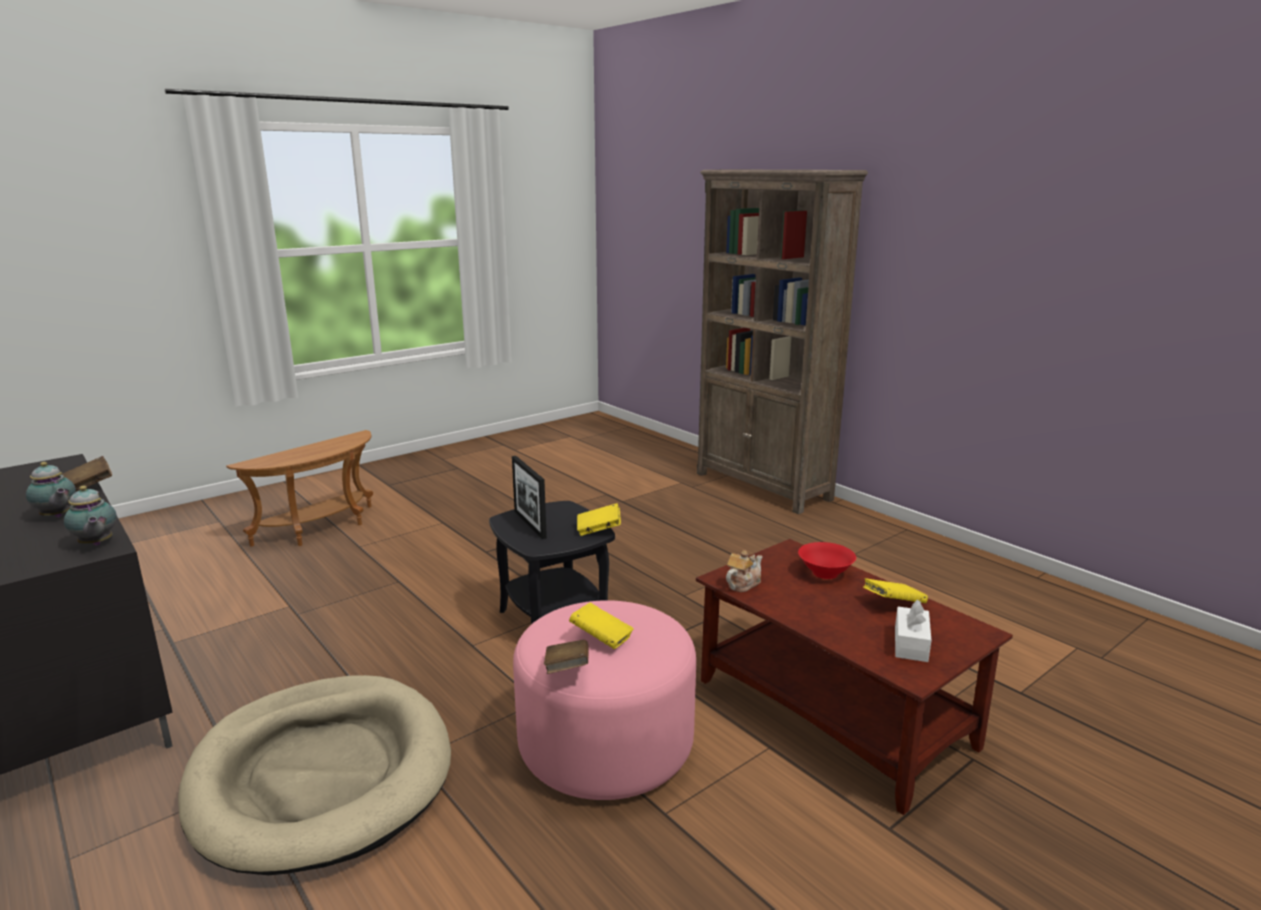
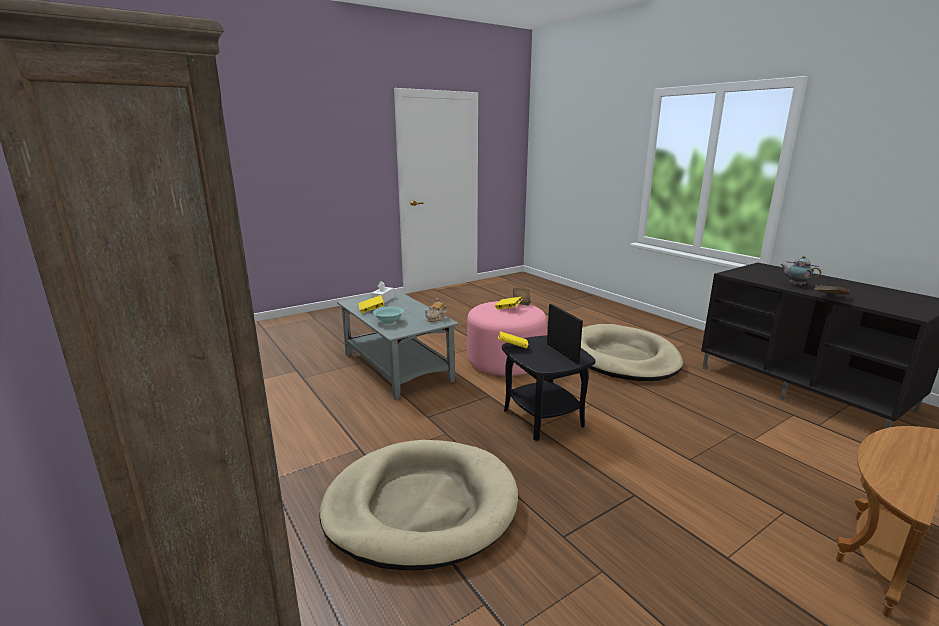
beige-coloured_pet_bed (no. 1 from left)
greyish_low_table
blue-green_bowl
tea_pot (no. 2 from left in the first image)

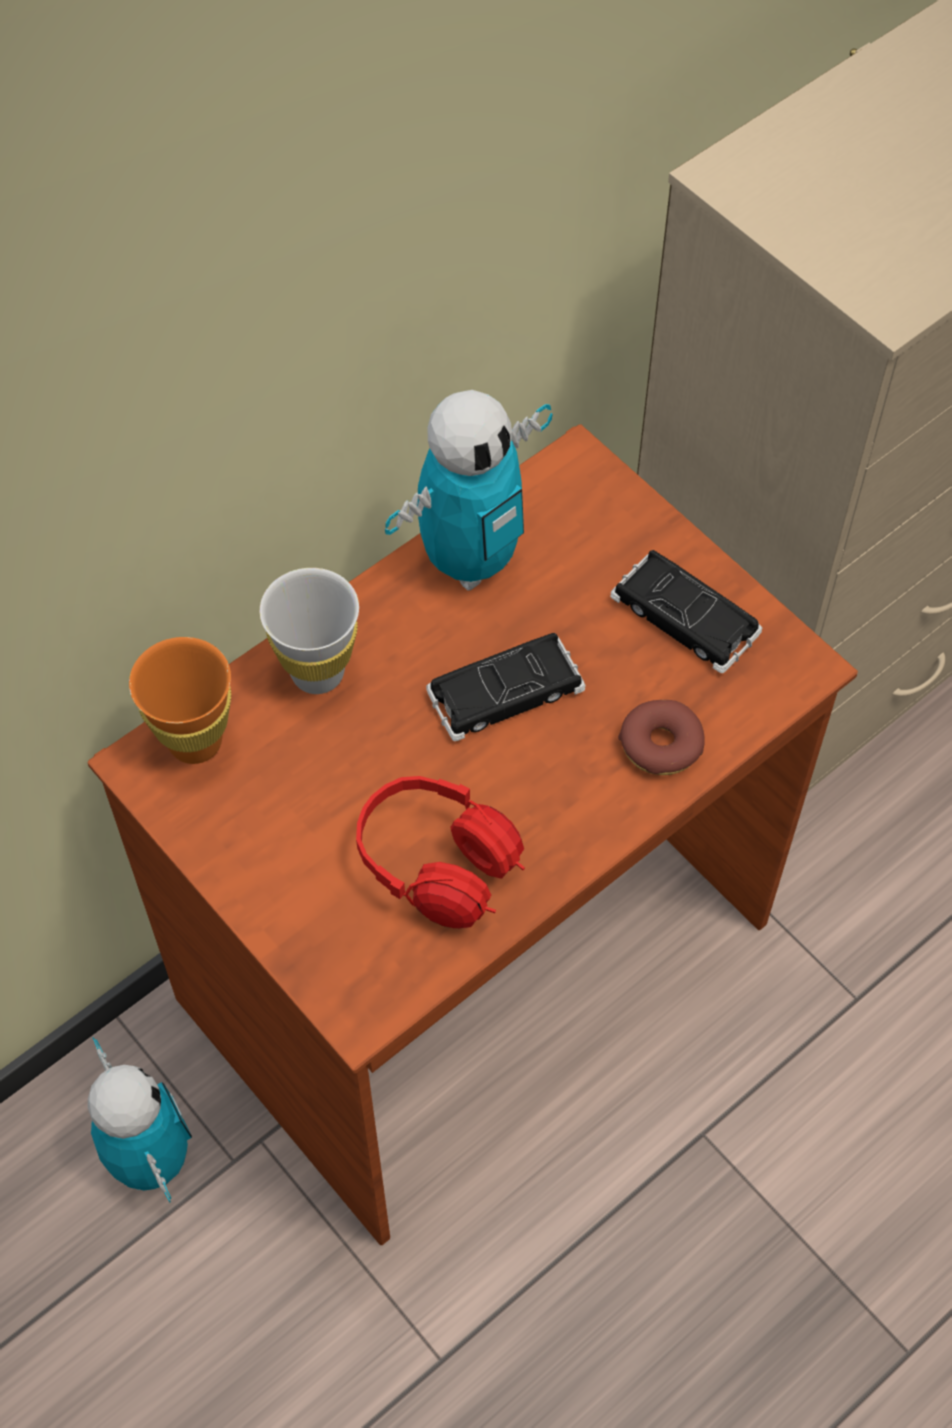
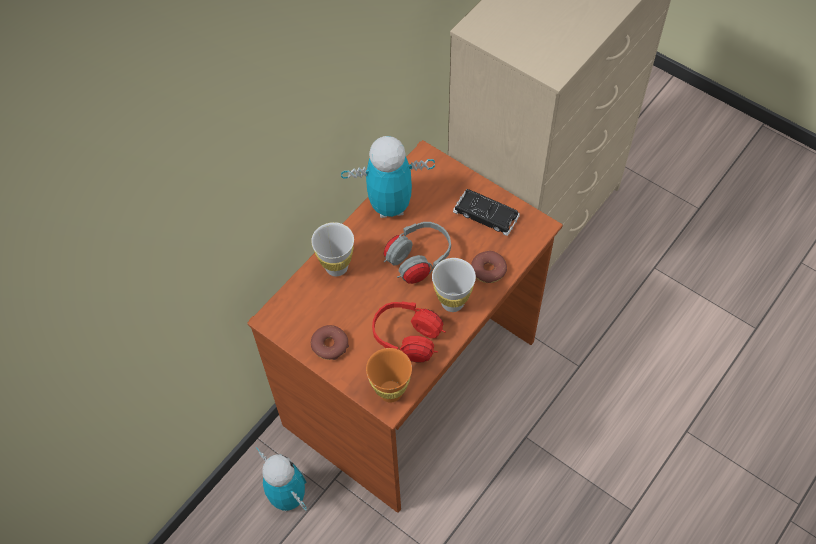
donut (no. 1 from left)
toy_robot (no. 2 from left)
orangey_small_cup
greyish_pair_of_headphones
white_small_cup (no. 2 from left)

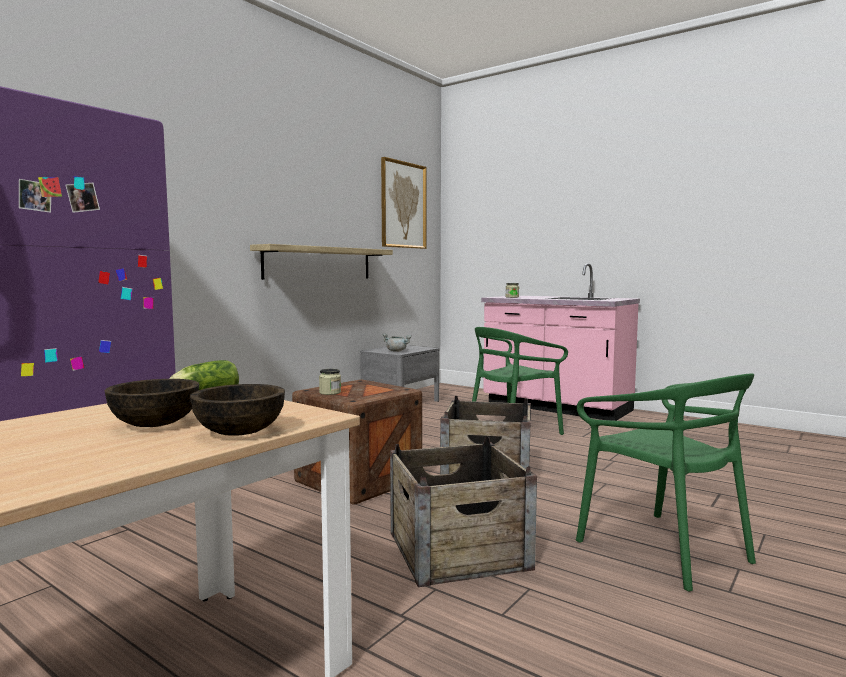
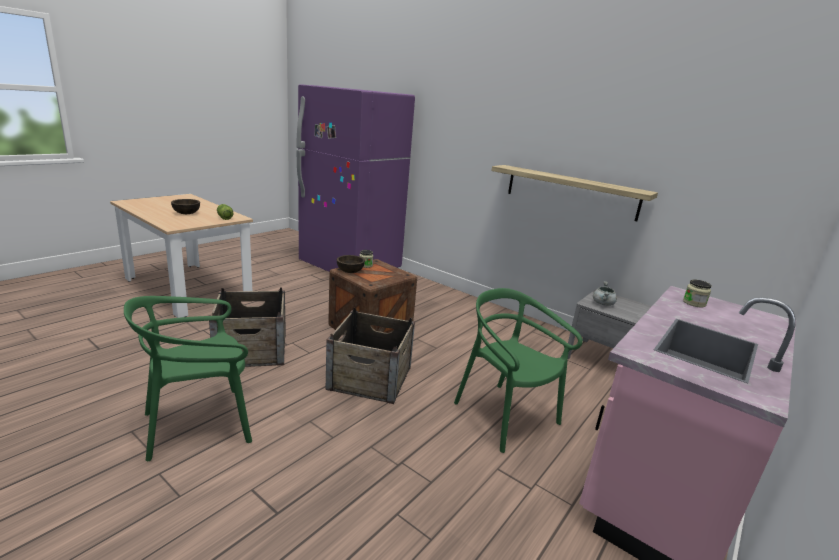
brown_bowl (no. 2 from left)
wall_art

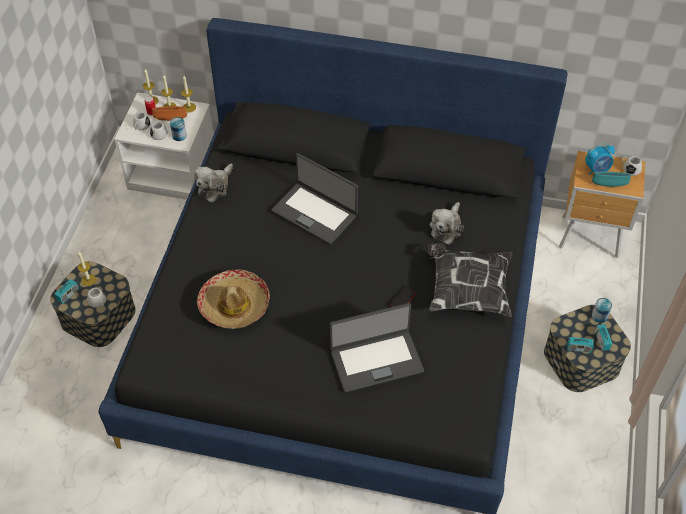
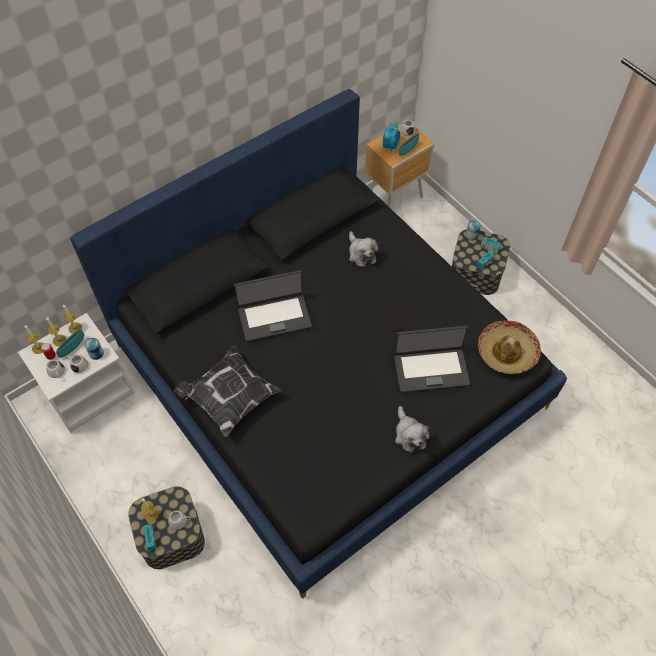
blue-green_bowl (no. 1 from left)
throw_pillow
portable_computer (no. 2 from left)
cuddly_toy (no. 2 from left)
hat

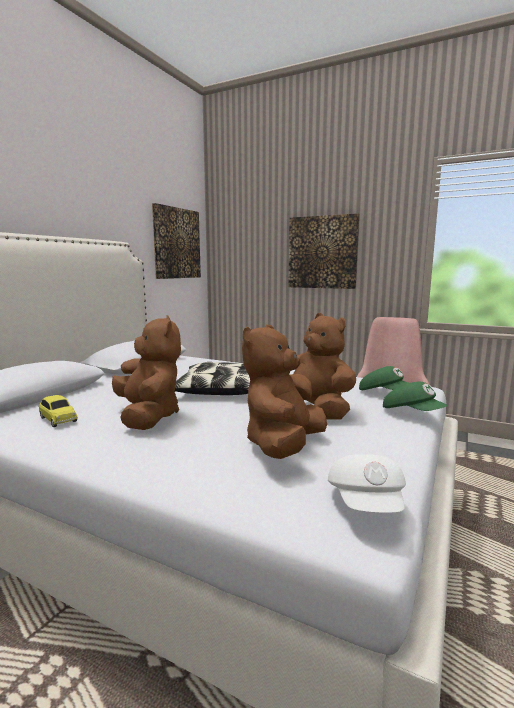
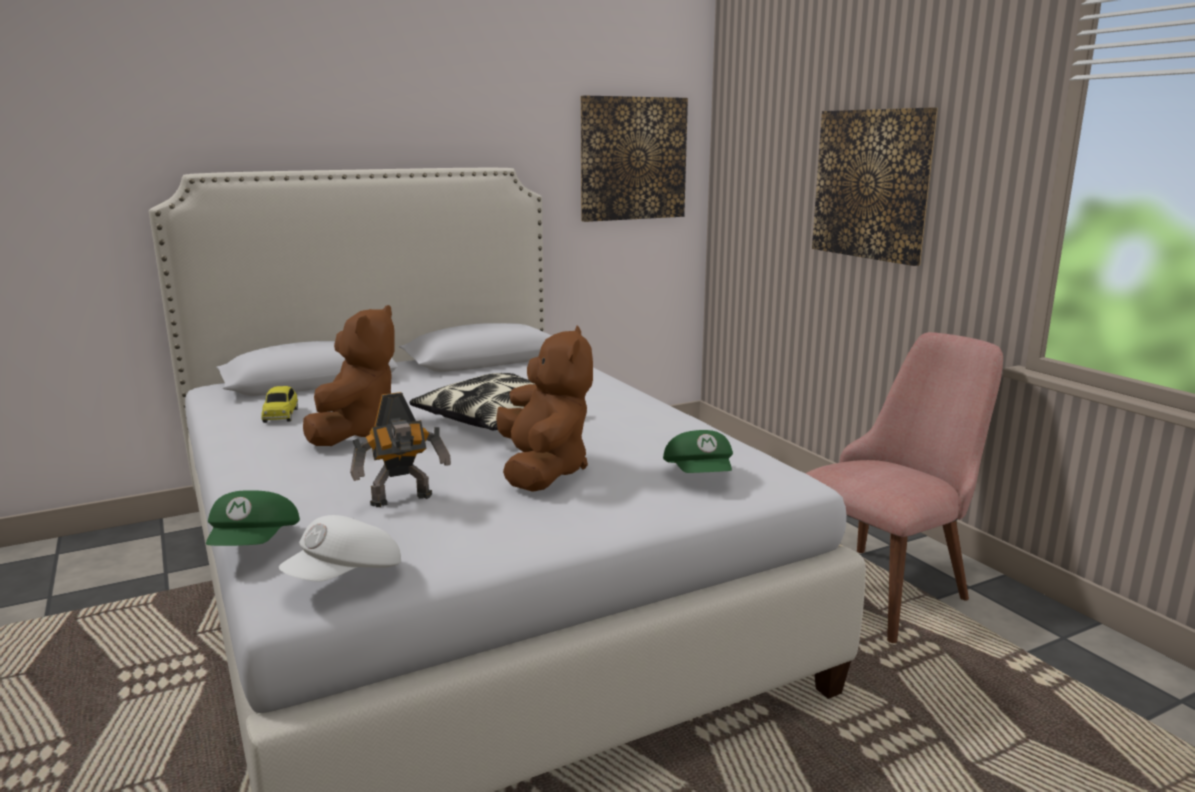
green-coloured_cap (no. 1 from left)
toy_robot

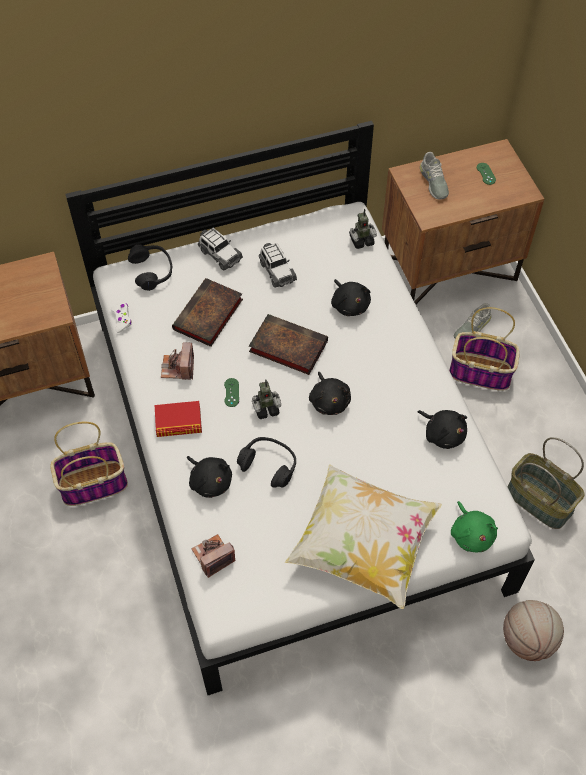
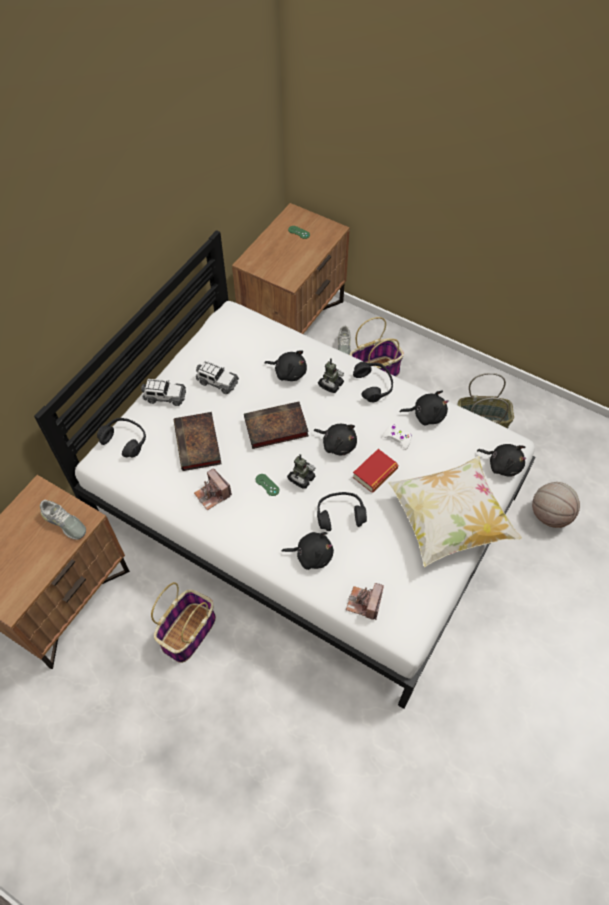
greyish_shoe (no. 1 from left)
toy_robot (no. 2 from left)
blackish_pair_of_headphones (no. 3 from left)
bound_book (no. 3 from left)
white_gamepad
blackish_cuddly_toy (no. 5 from left)

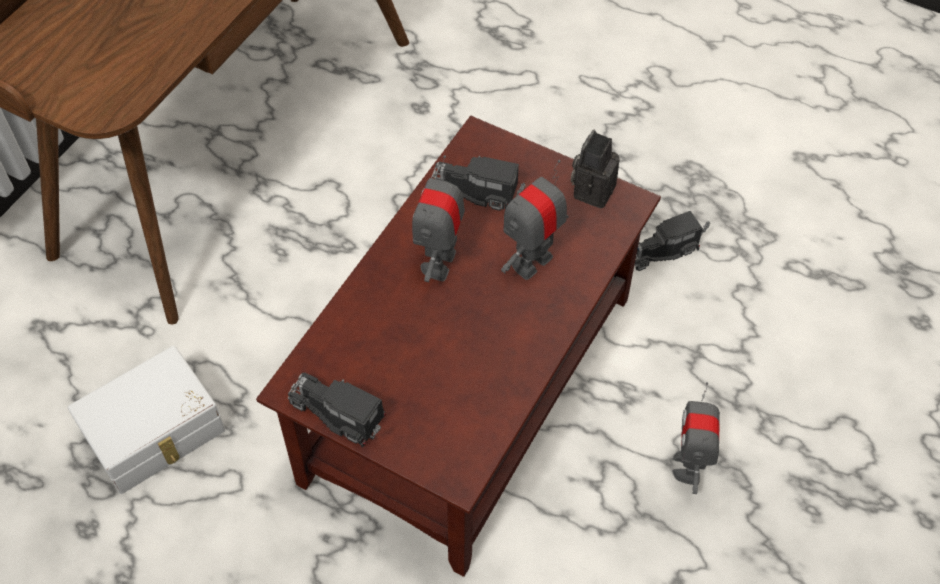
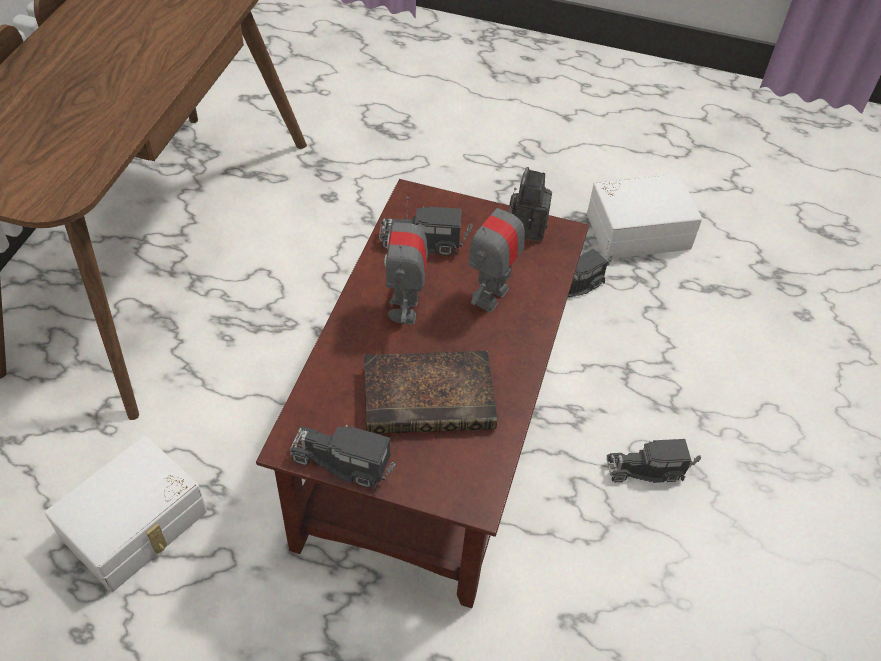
bound_book
white_storage_container (no. 2 from left)
toy_truck (no. 4 from left)

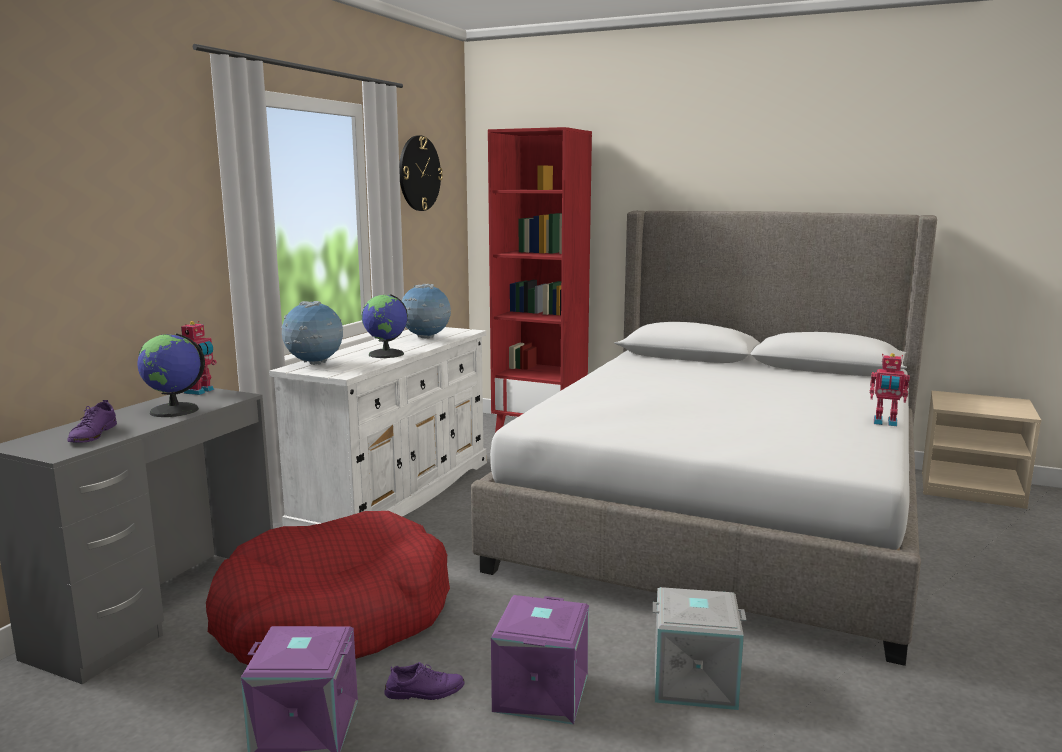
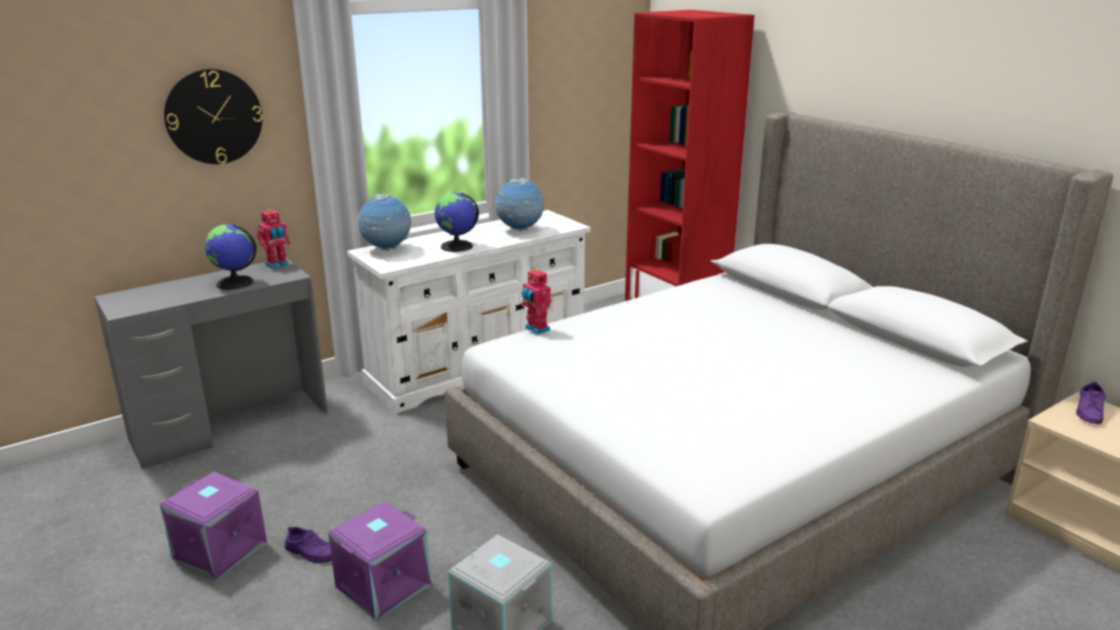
clock_on_the_wall
toy_robot (no. 2 from left)
purple_shoe (no. 2 from left)
red-coloured_pet_bed

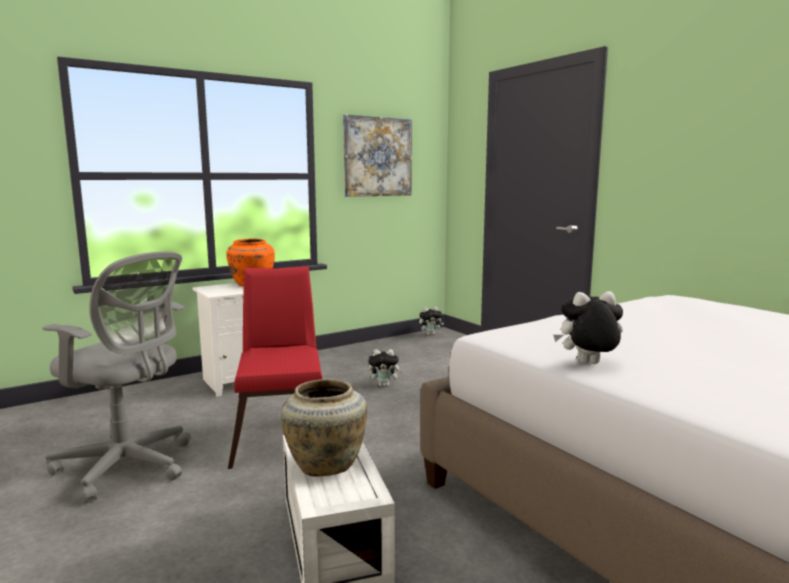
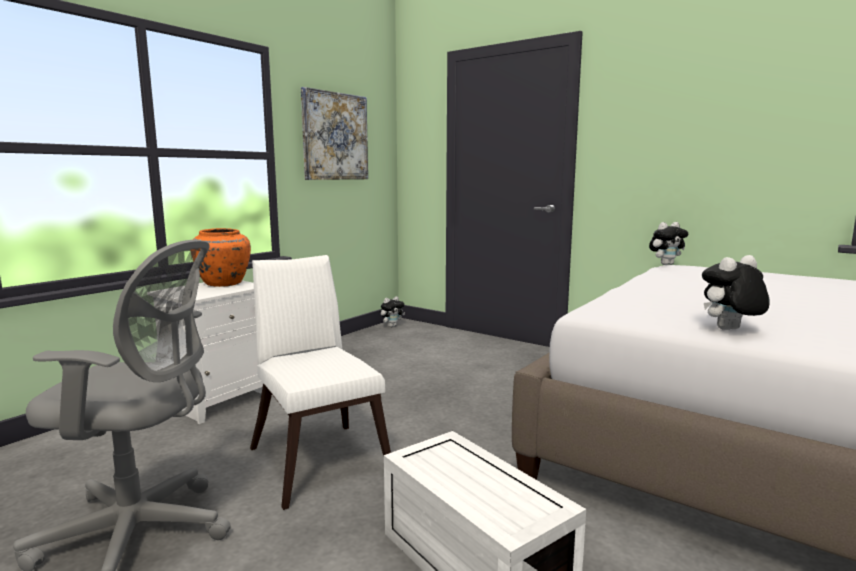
white_plain_chair
cuddly_toy (no. 2 from left)
beige-coloured_flower_vase

